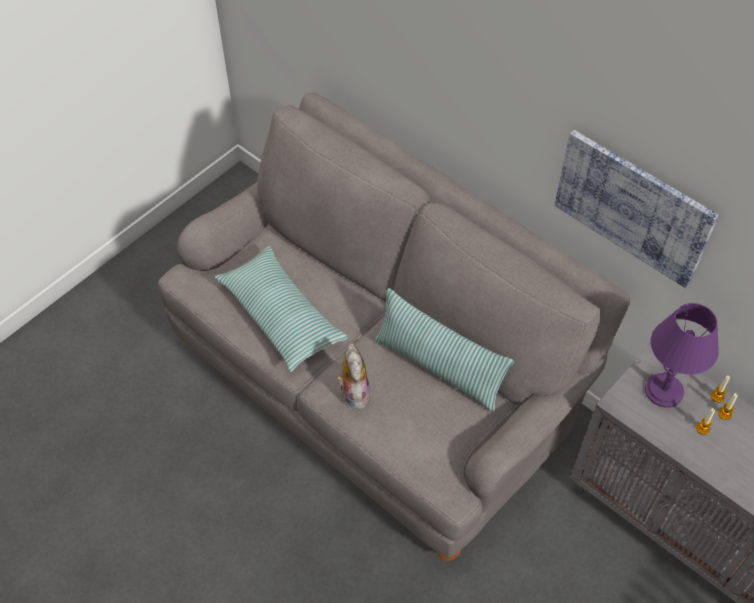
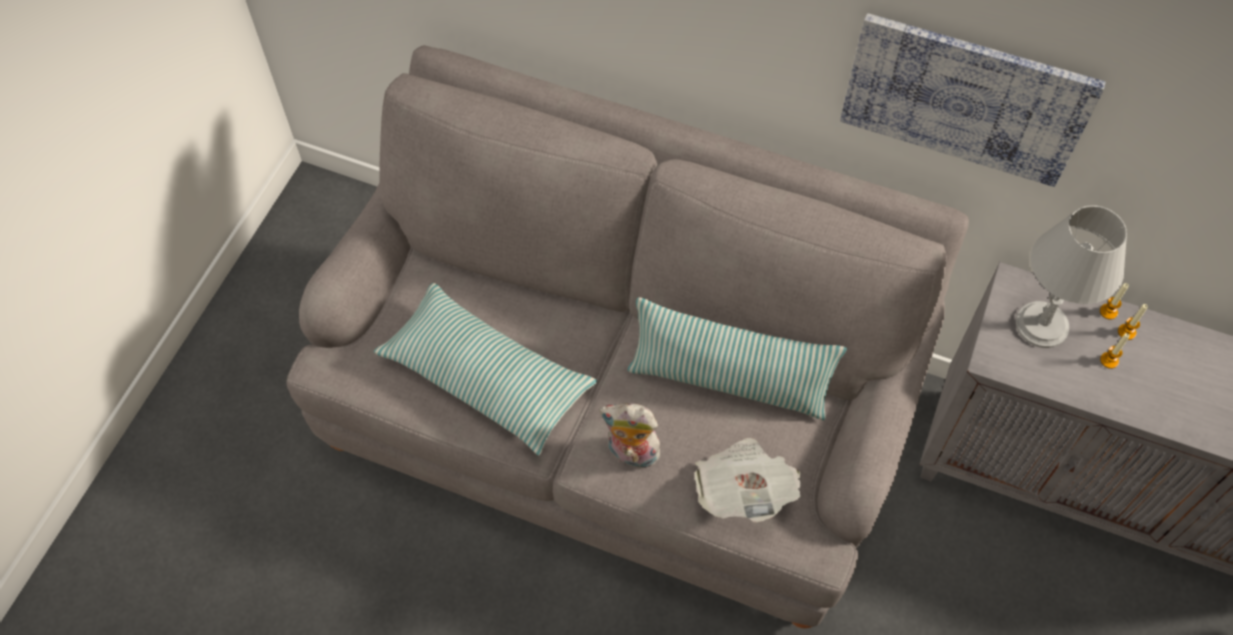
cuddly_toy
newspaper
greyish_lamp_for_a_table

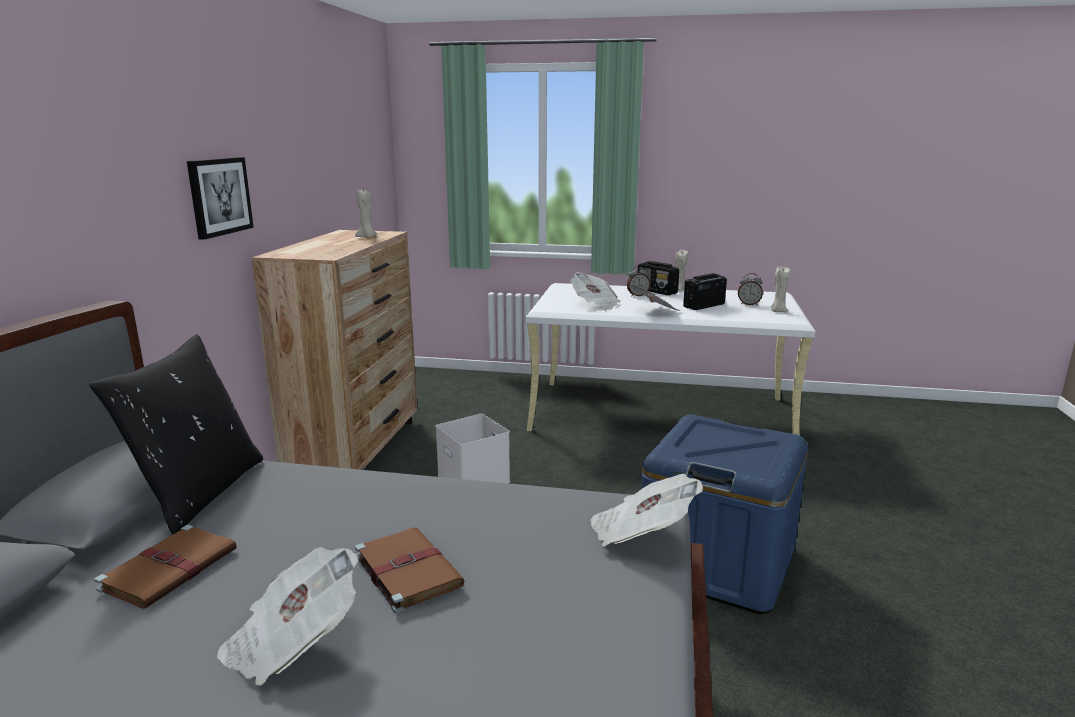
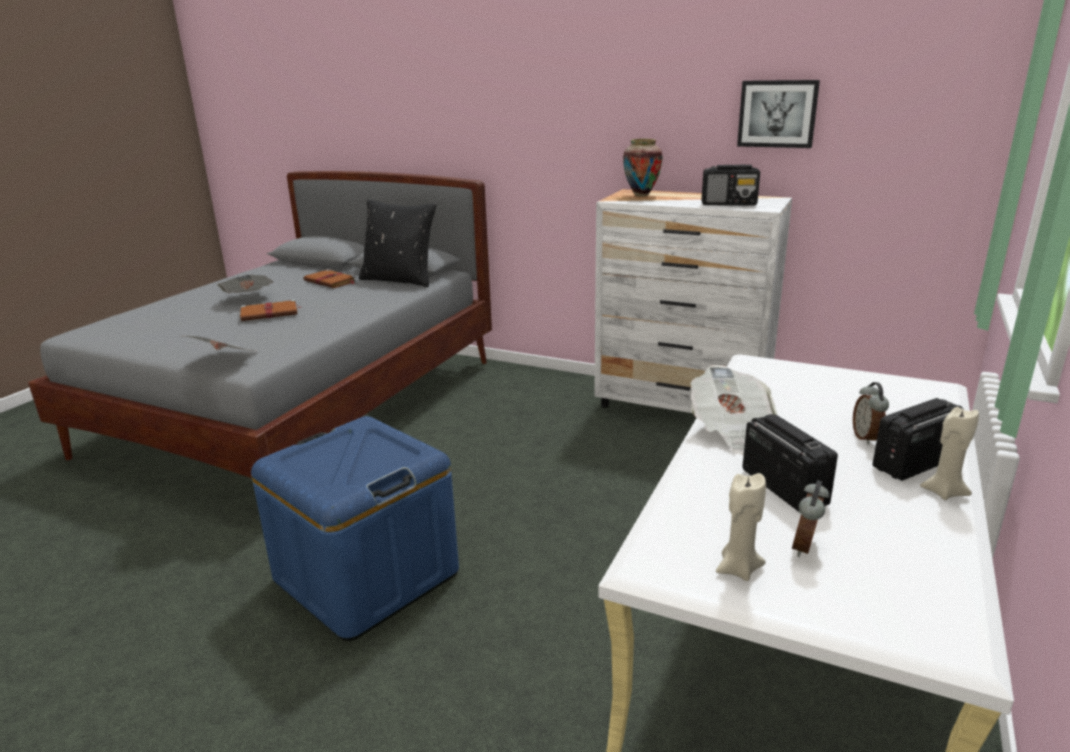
white_chest_of_drawers
flower_vase
radio_set (no. 1 from left)
wall_art
white_storage_container
newspaper (no. 2 from left in the first image)

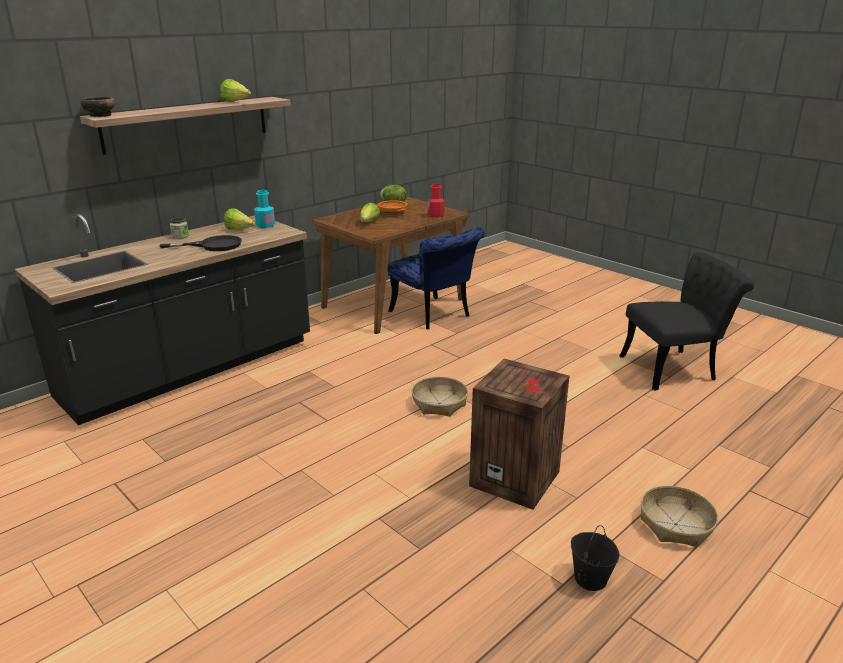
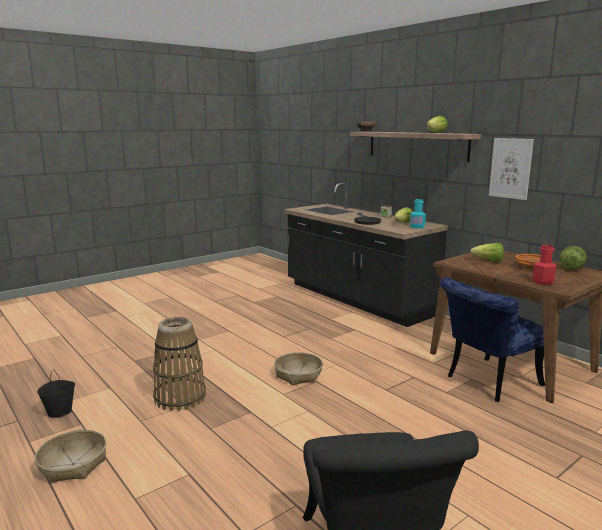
household_basket (no. 2 from left)
wall_art

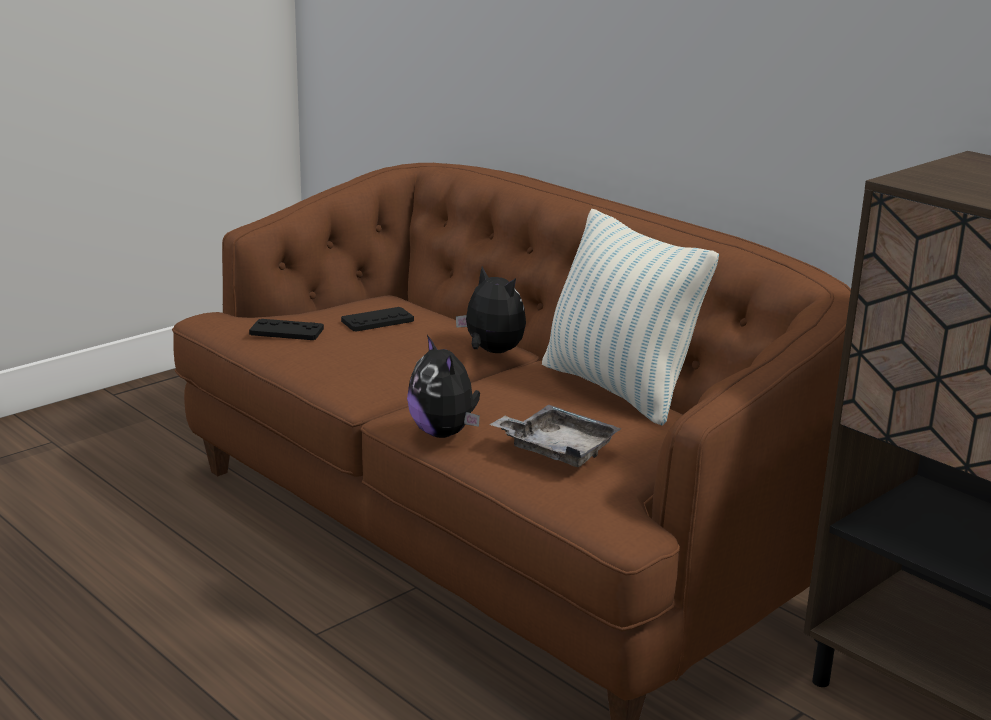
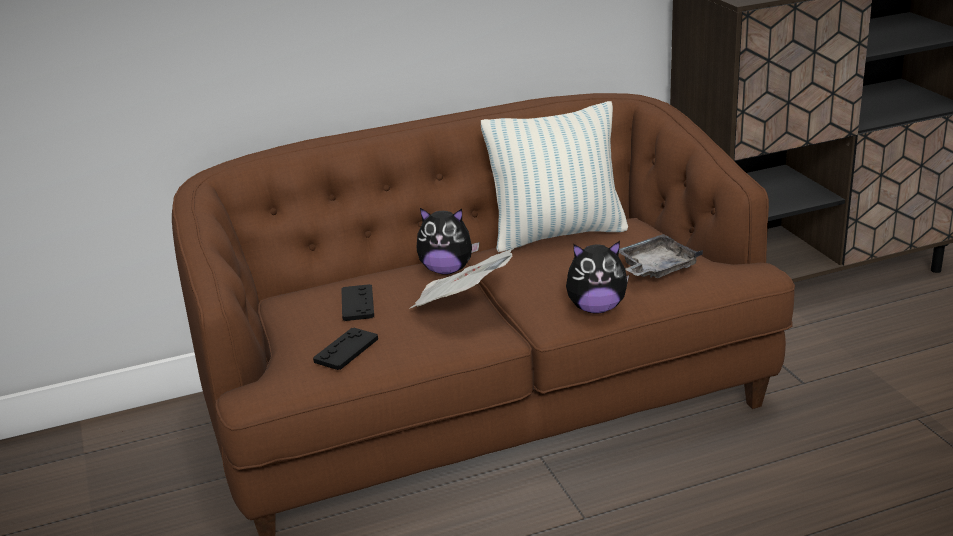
newspaper
cuddly_toy (no. 1 from left)

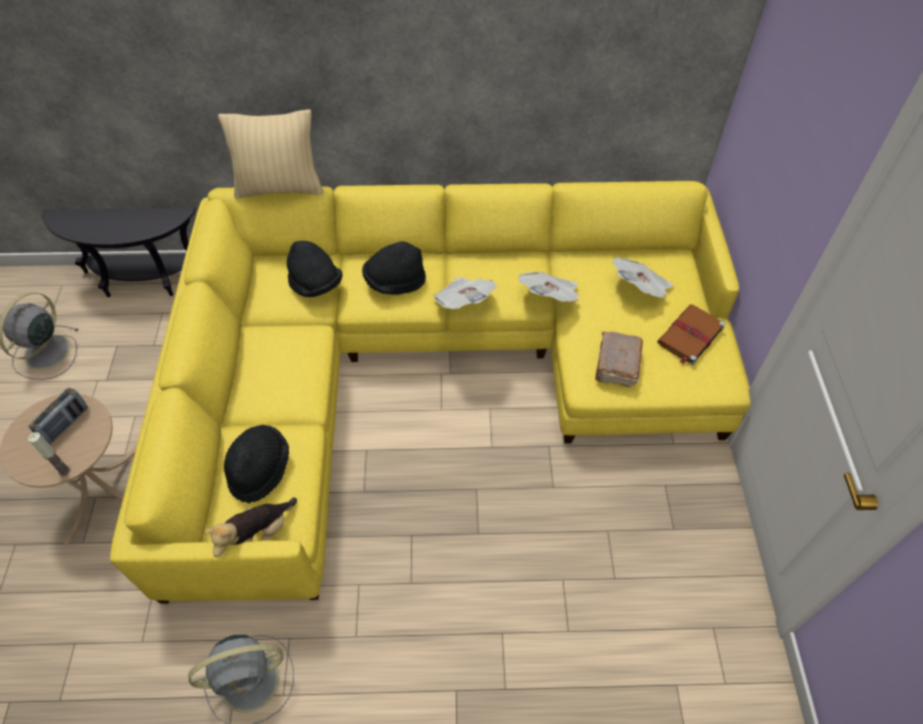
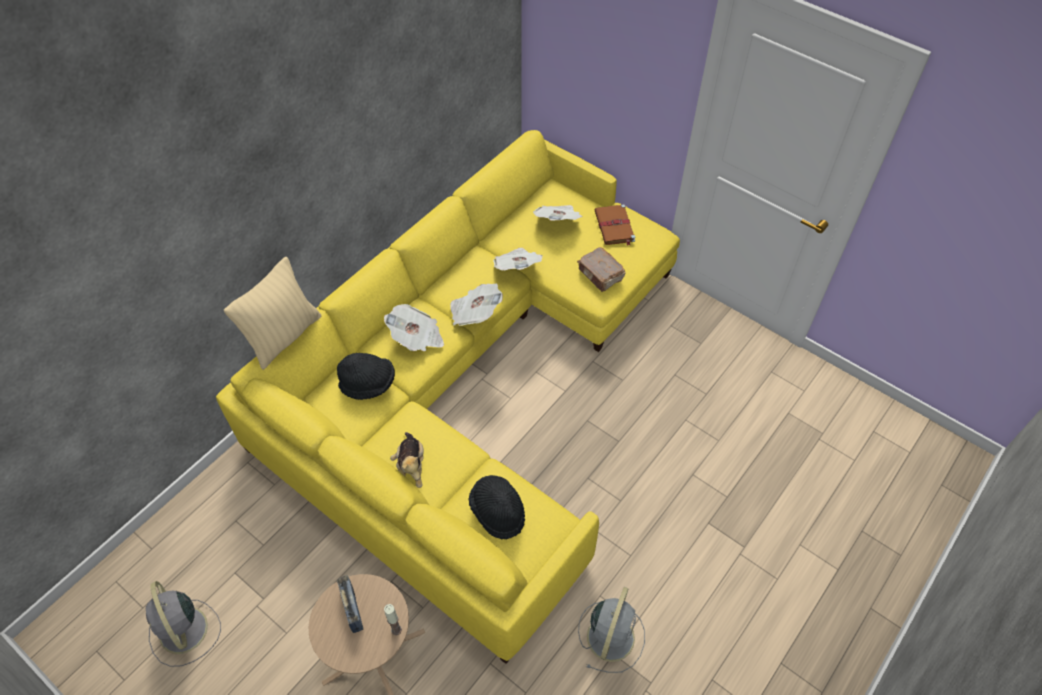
newspaper (no. 1 from left)
cuddly_toy
blackish_accent_table

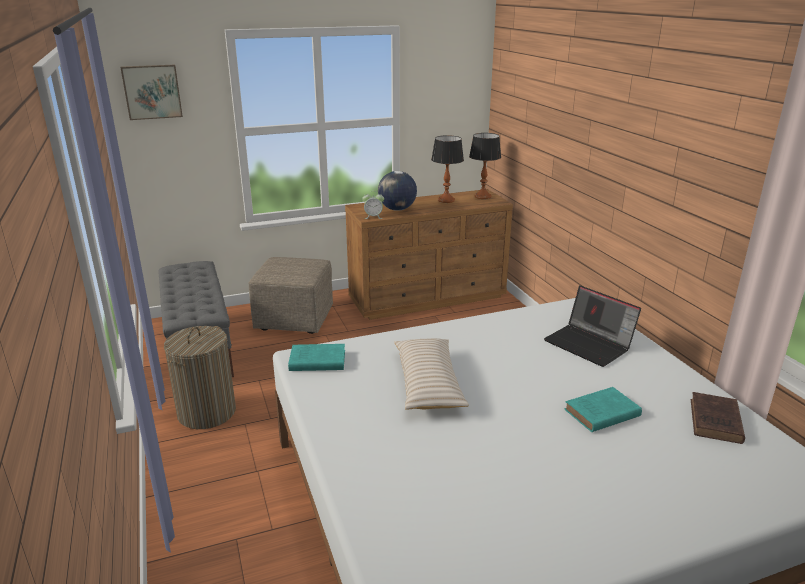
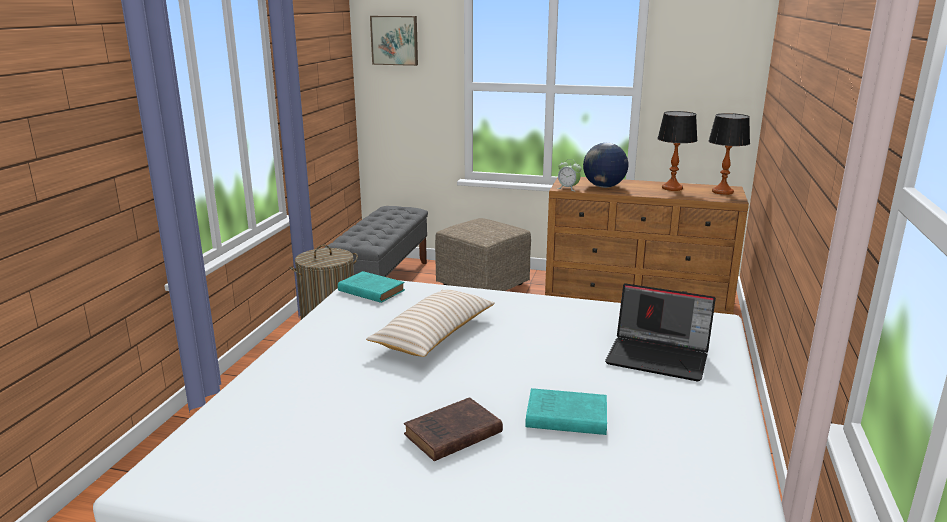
brown_bound_book
portable_computer

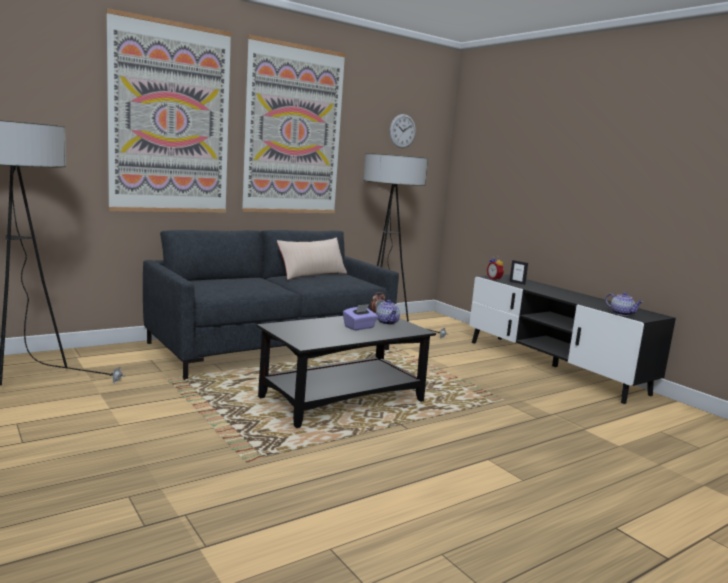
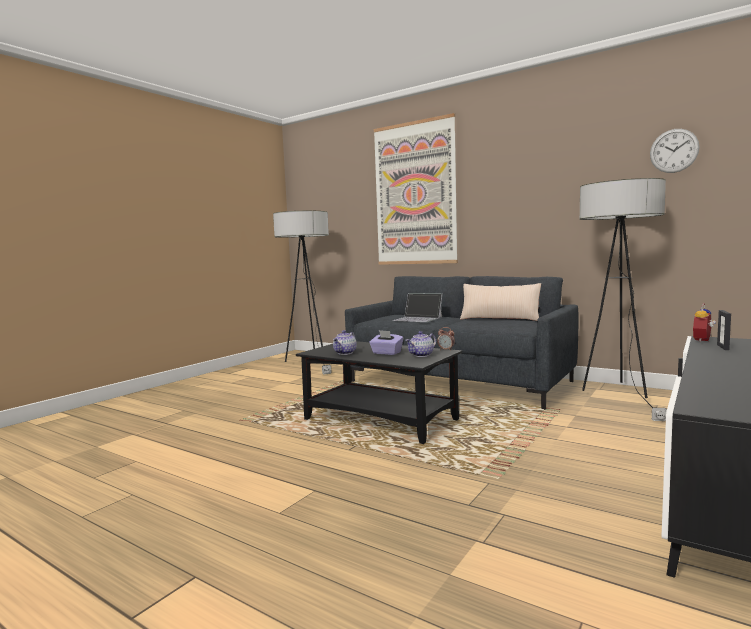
tea_pot (no. 1 from left)
portable_computer
wall_art (no. 2 from left in the first image)

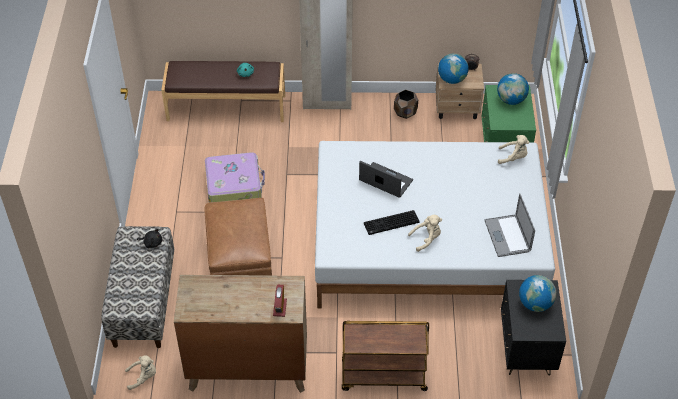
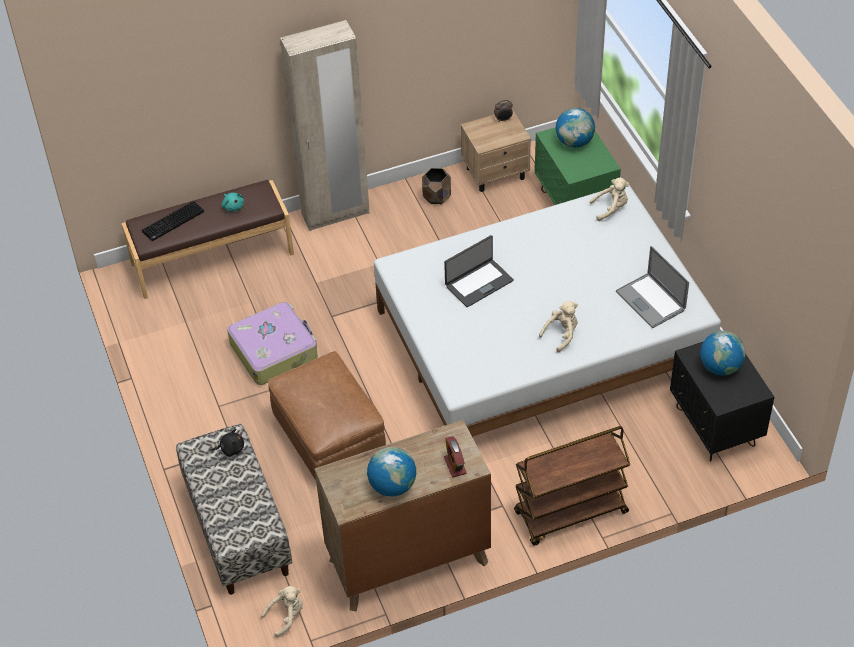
computer_keyboard
desk_globe (no. 1 from left)
portable_computer (no. 1 from left)

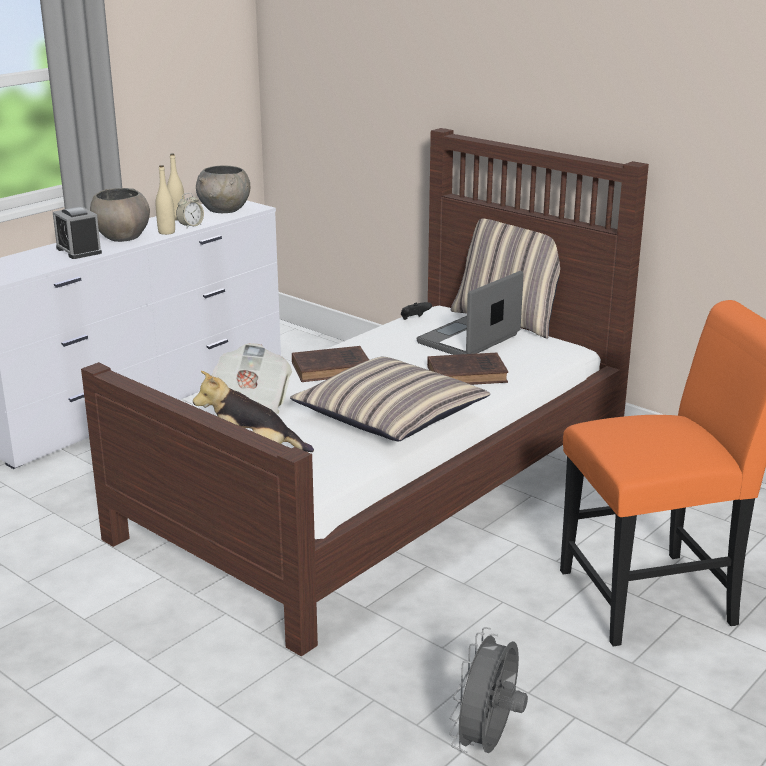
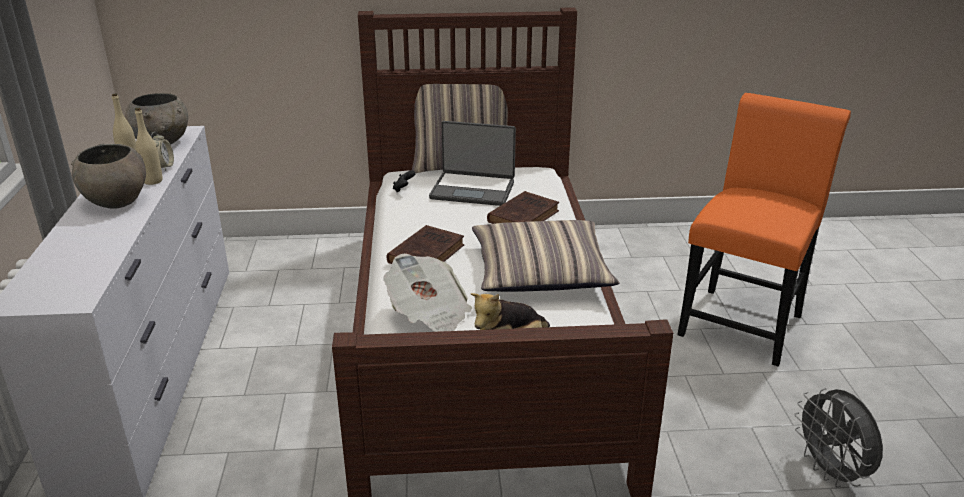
portable_computer
alarm_clock (no. 1 from left in the first image)

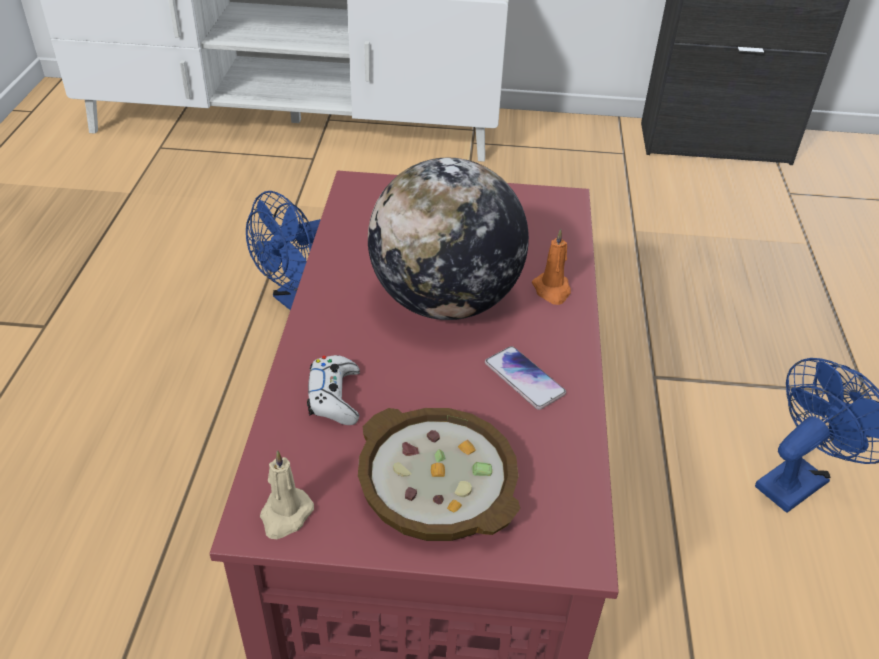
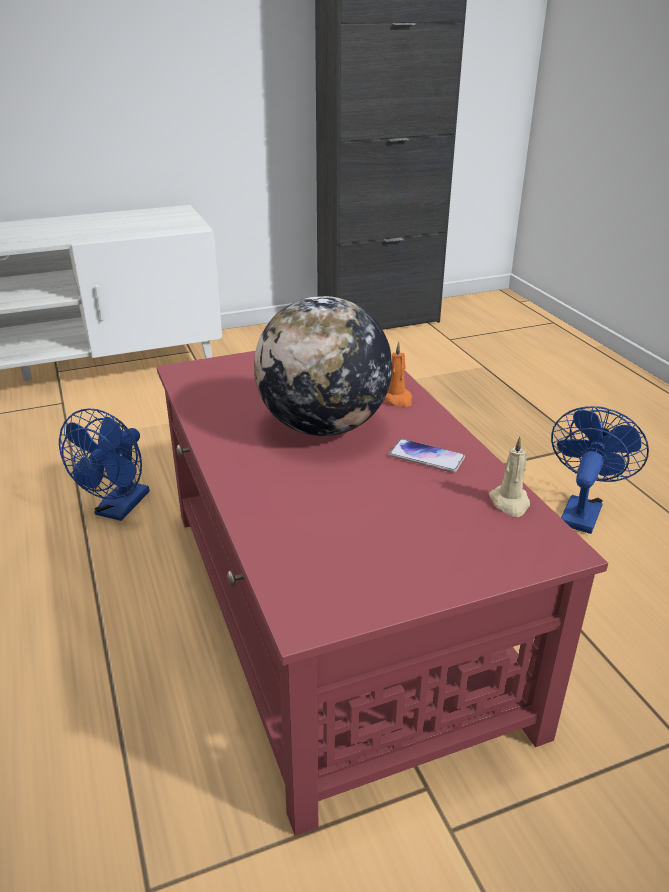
beige-coloured_candle
white_gamepad
bowl

